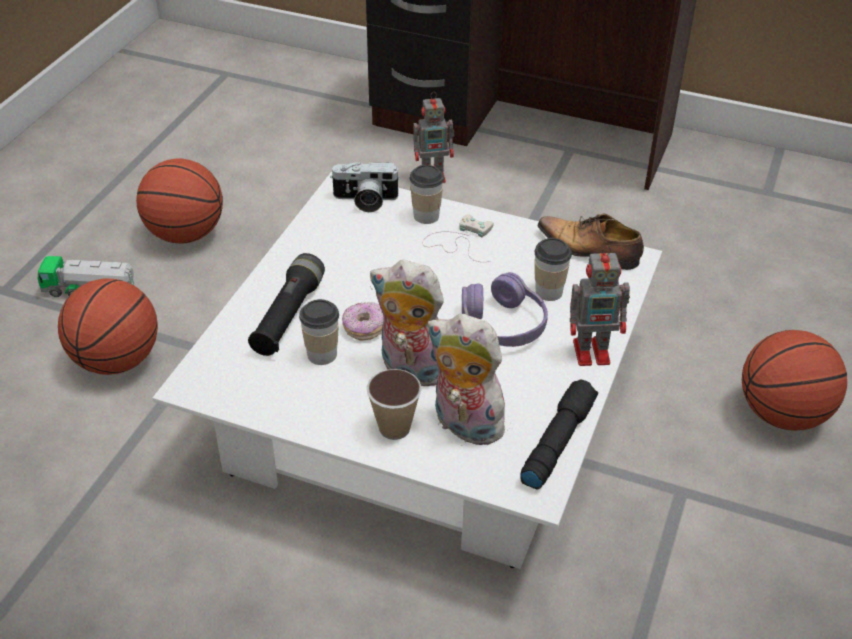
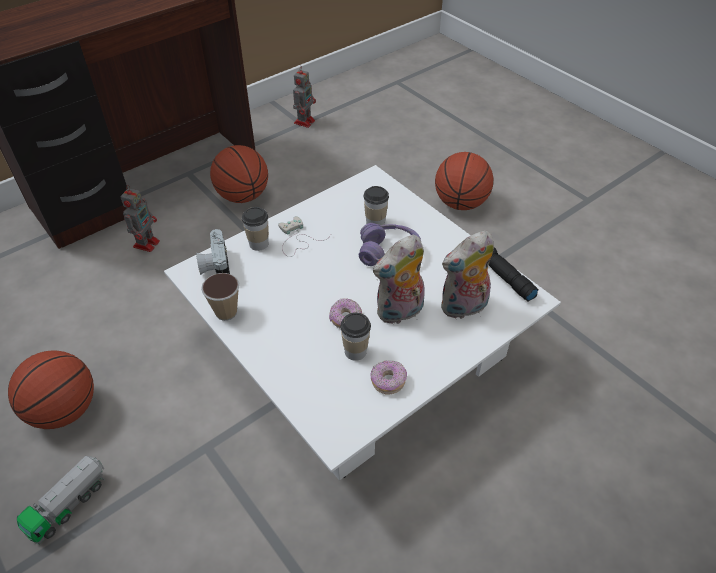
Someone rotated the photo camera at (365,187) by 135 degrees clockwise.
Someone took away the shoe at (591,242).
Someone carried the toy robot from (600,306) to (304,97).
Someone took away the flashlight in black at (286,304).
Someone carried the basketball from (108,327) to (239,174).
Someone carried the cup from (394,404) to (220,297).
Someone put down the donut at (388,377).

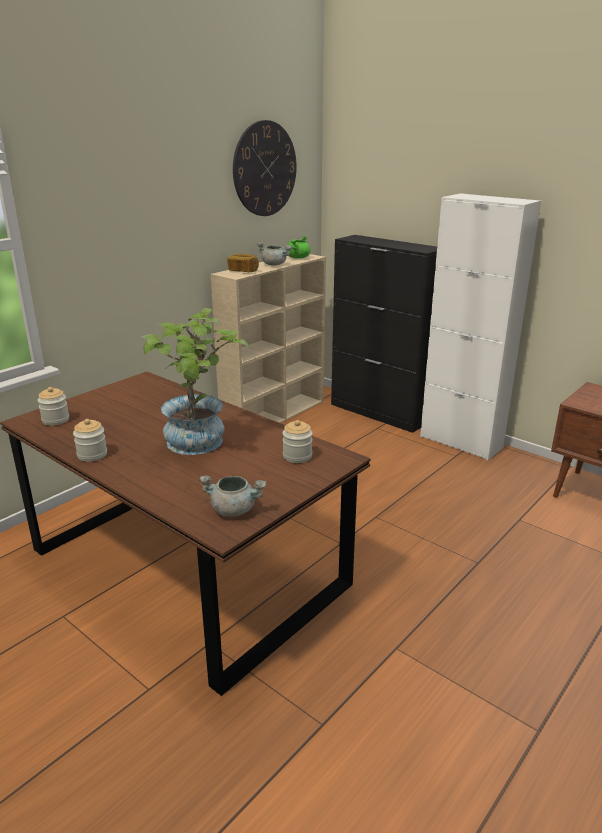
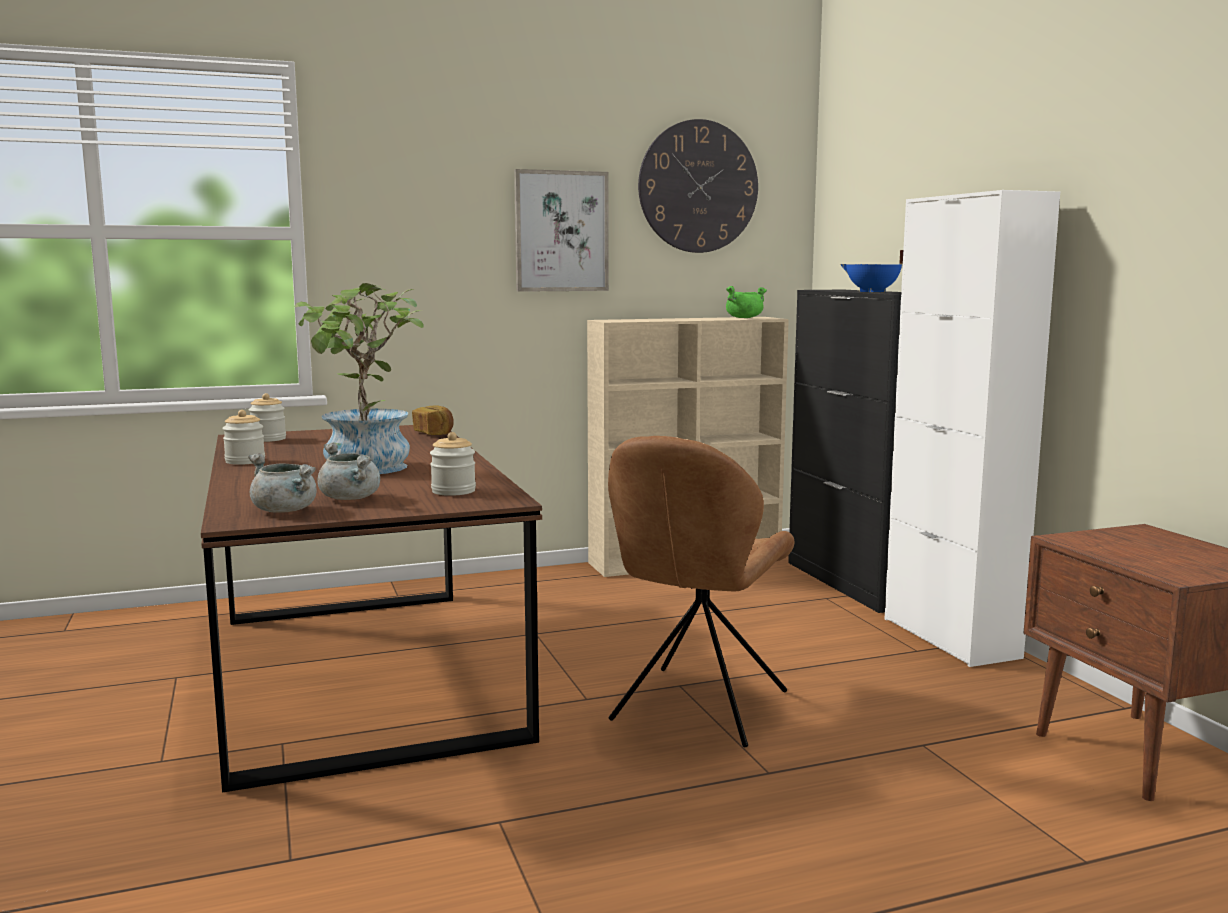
Someone carried the cooking pot in grey from (274,254) to (348,471).
Someone carried the bread from (243,263) to (433,420).
Someone put up the picture at (561,230).
Someone put down the cooking pot in blue at (871,271).
Someone put down the chair in brown at (701,591).

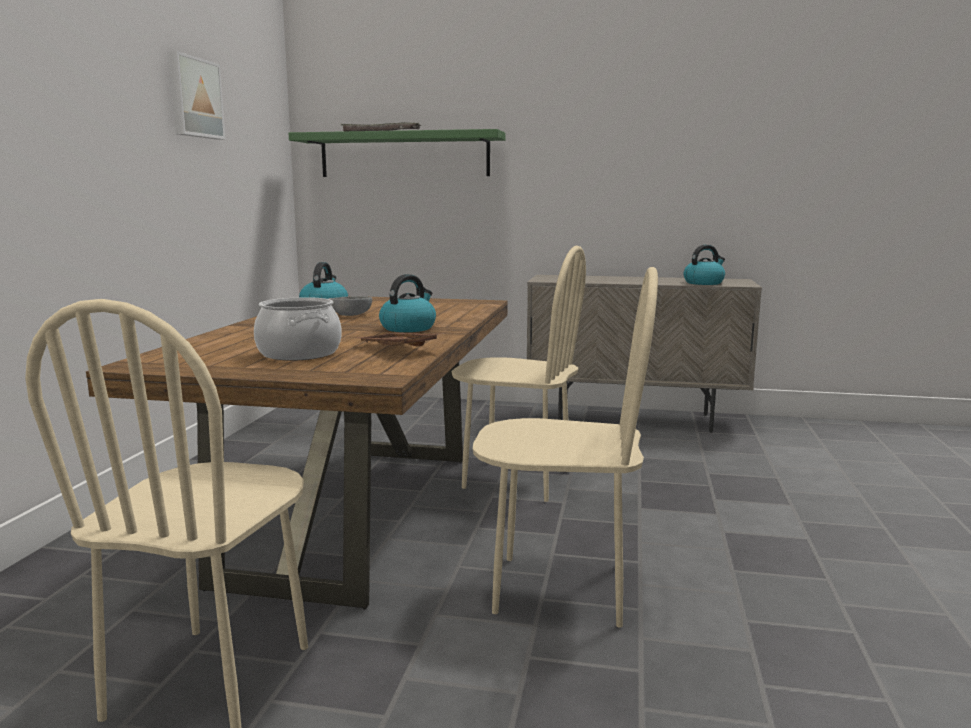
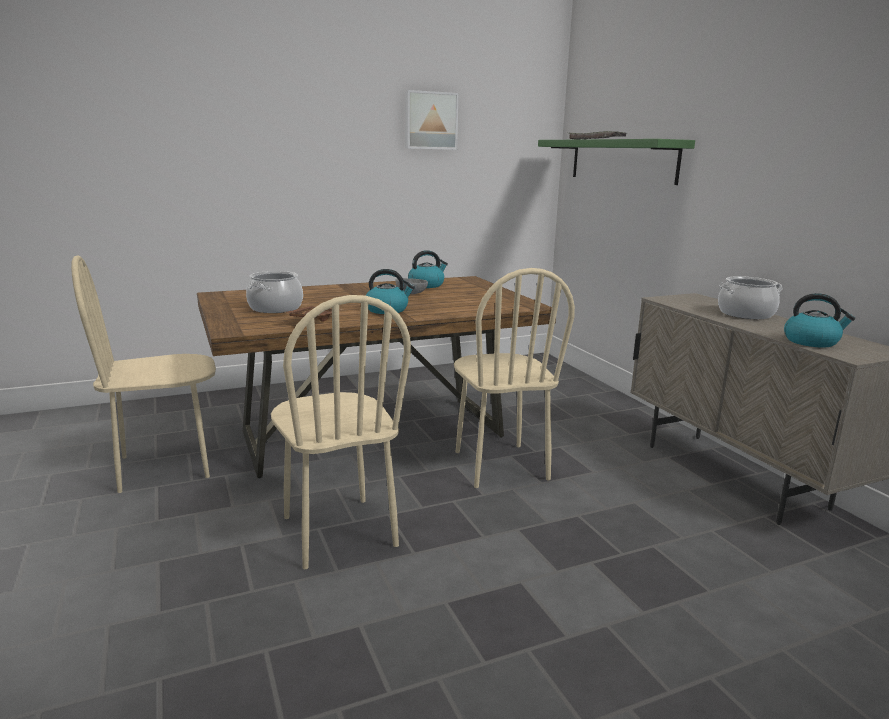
Someone put down the cooking pot at (750,297).

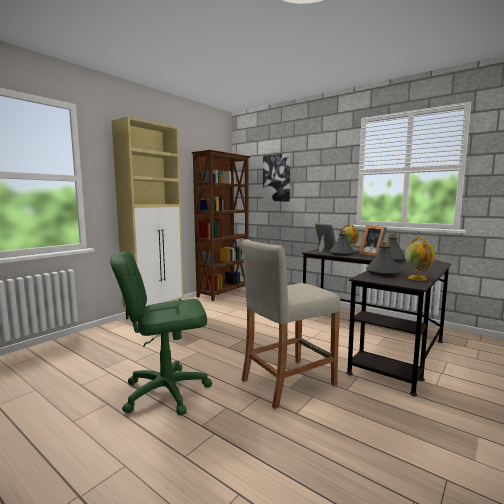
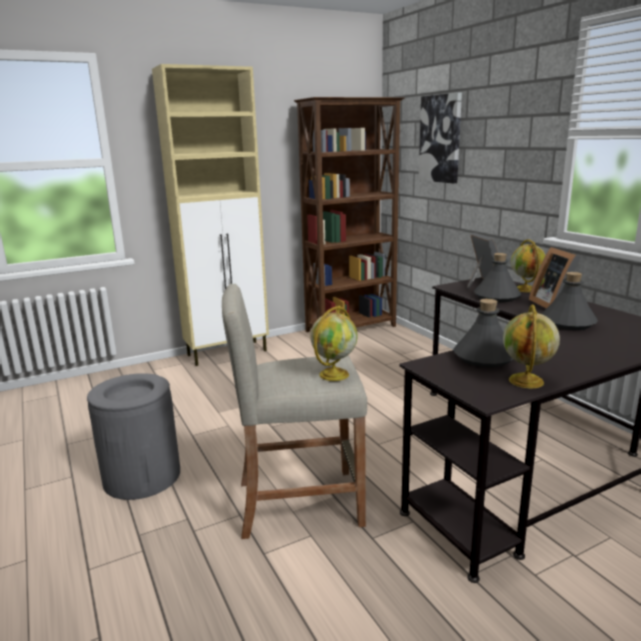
Someone swapped the office chair in green at (161,334) for the trash can in grey at (133,436).
Someone put down the globe at (334,343).

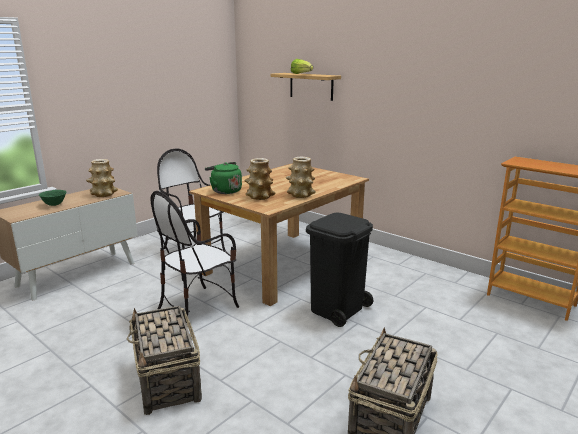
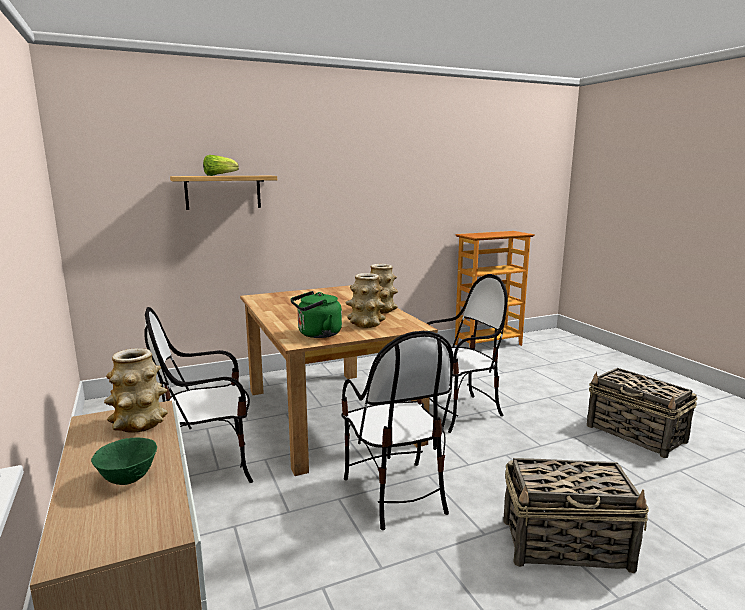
Someone swapped the trash can in black at (340,270) for the chair at (467,353).

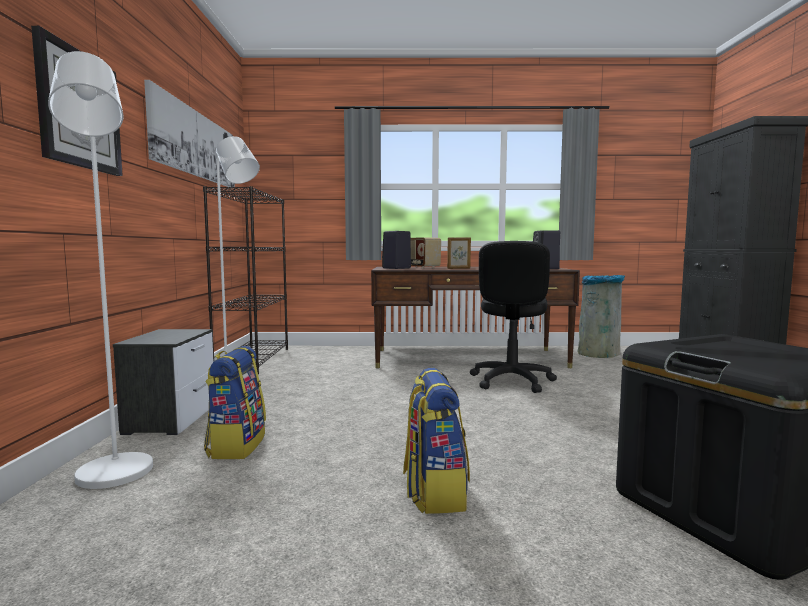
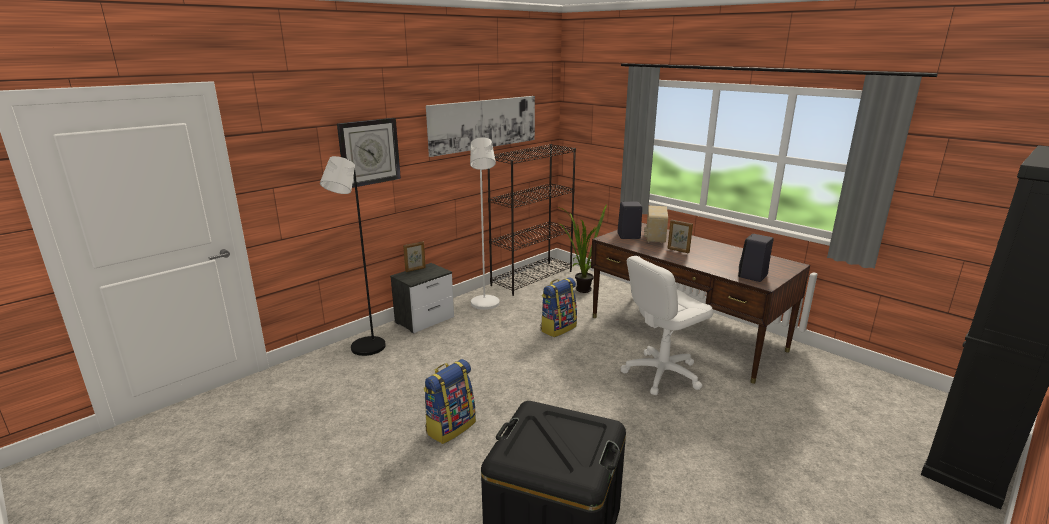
Someone repainted the floor lamp in white at (100,270), which became the floor lamp in black at (353,256).
Someone repainted the office chair in black at (513,317), which became the office chair in white at (667,325).
Someone took away the trash can in grey at (601,316).
Someone carried the backpack from (235,402) to (558,307).
Someone put down the potted plant at (582,248).
Someone put down the picture frame at (414,256).

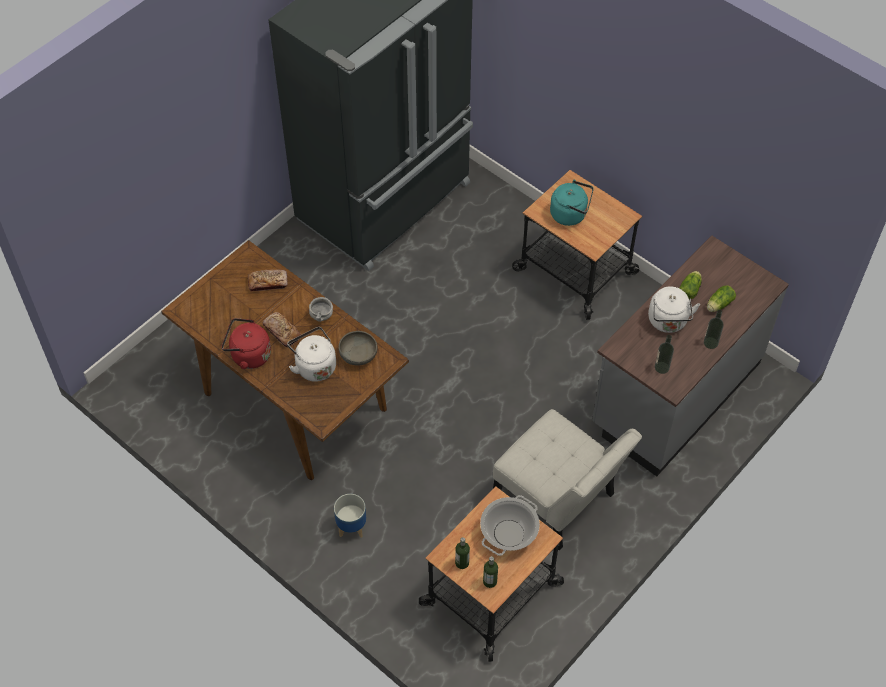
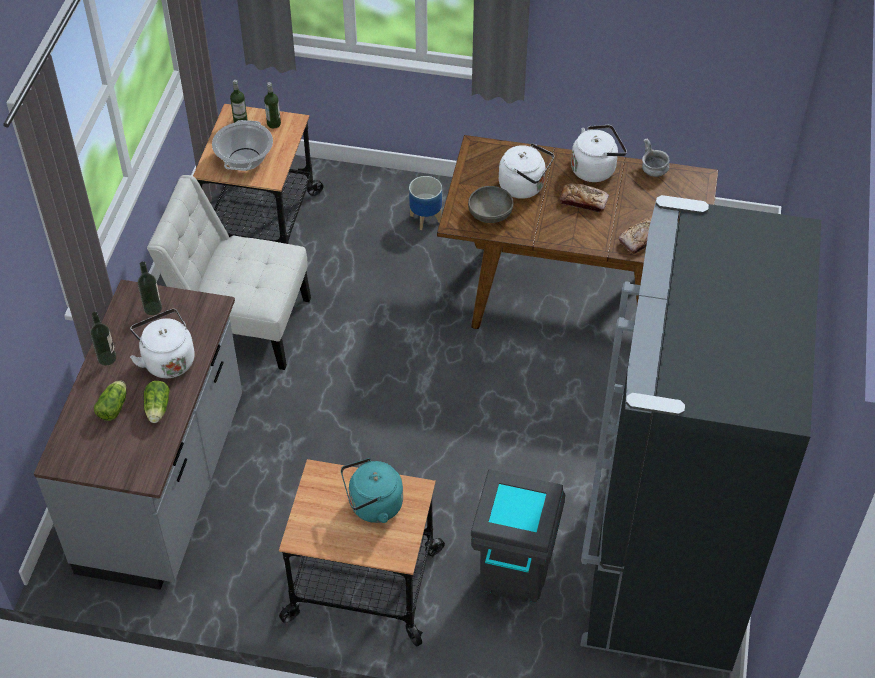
Someone carried the bowl in grey from (321,309) to (655,158).
Someone repainted the kettle in red at (246,343), which became the kettle in white at (599,153).
Someone put down the trash can in grey at (518,536).

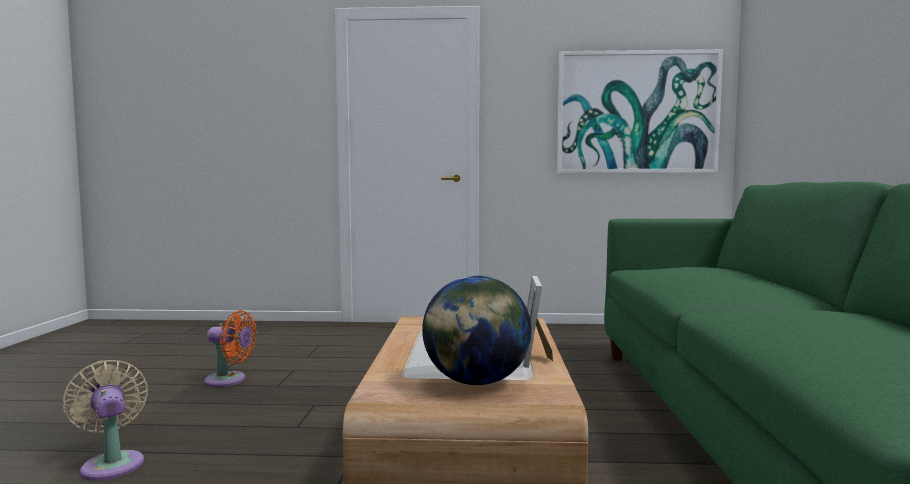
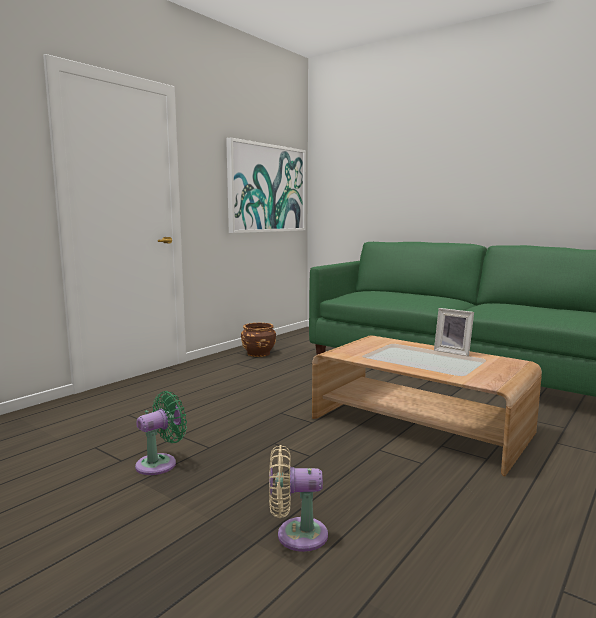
Someone took away the globe at (477,330).
Someone repainted the fan in orange at (230,348), which became the fan in green at (161,433).
Someone put down the planter in brown at (258,340).

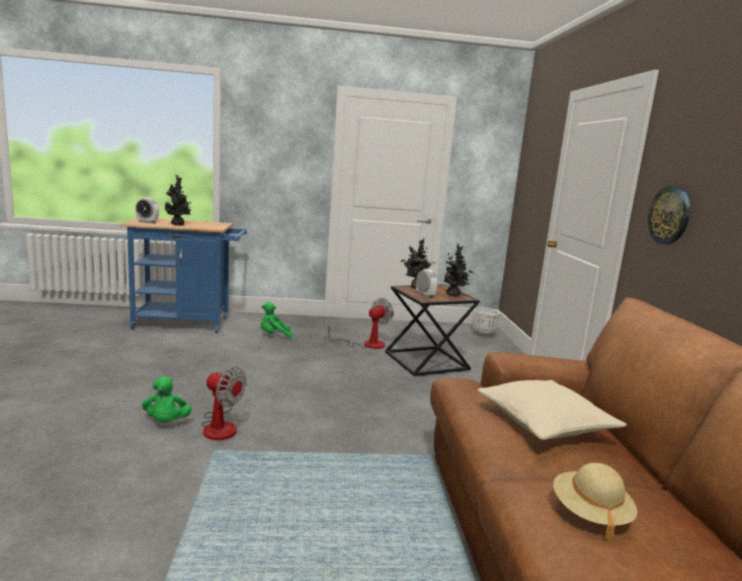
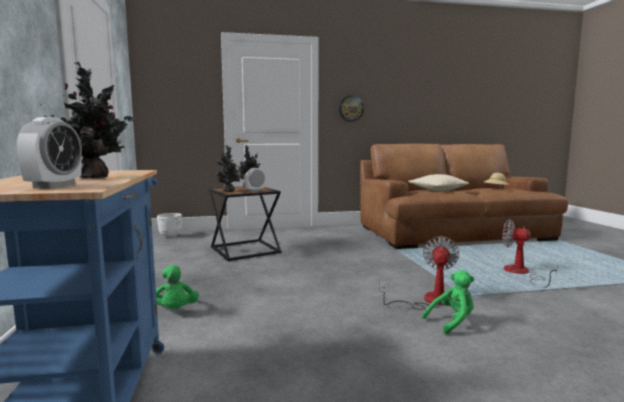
Someone carried the fan from (358,323) to (530,254).

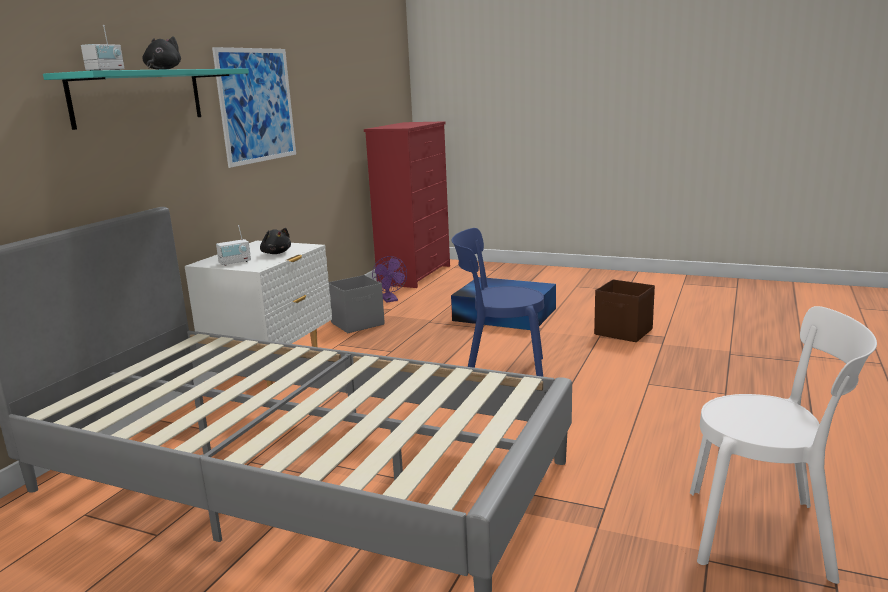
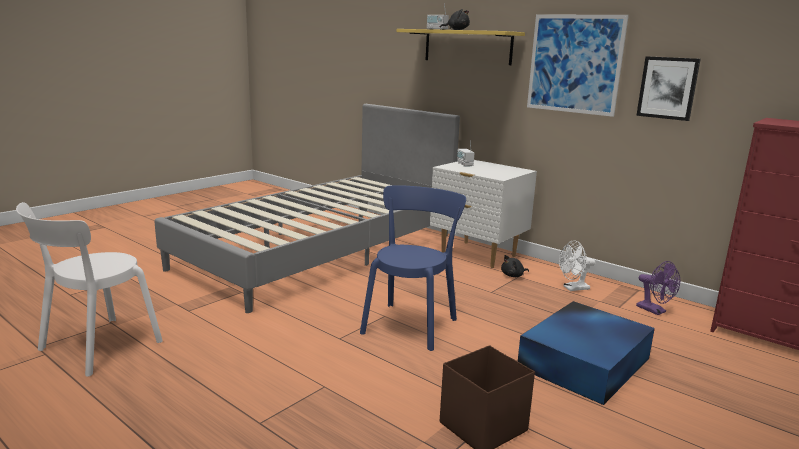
Someone repainted the shelf in turquoise at (146,99), which became the shelf in yellow at (461,47).
Someone carried the plush toy in black from (275,241) to (515,266).
Someone rotated the fan in purple at (389,279) by 120 degrees counterclockwise.
Someone swapped the storage box in grey at (357,304) for the fan in white at (577,265).
Someone put up the picture at (668,88).

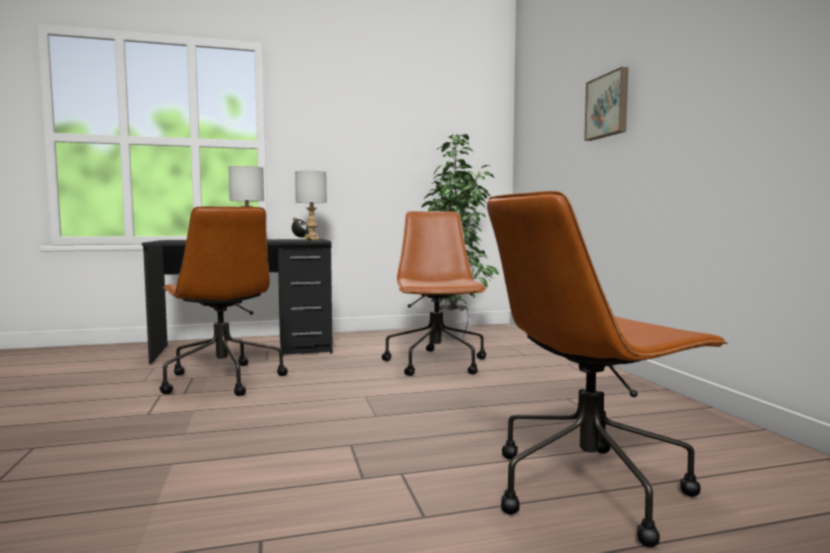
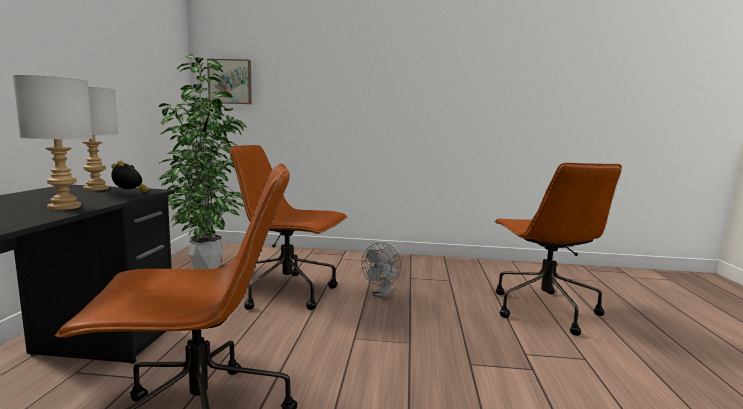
Someone carried the picture from (606,104) to (229,81).
Someone put down the fan in grey at (381,271).

